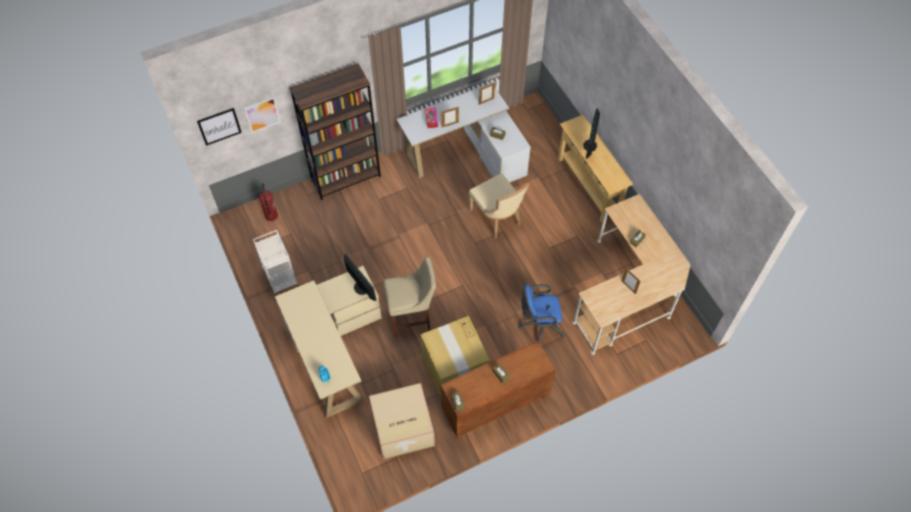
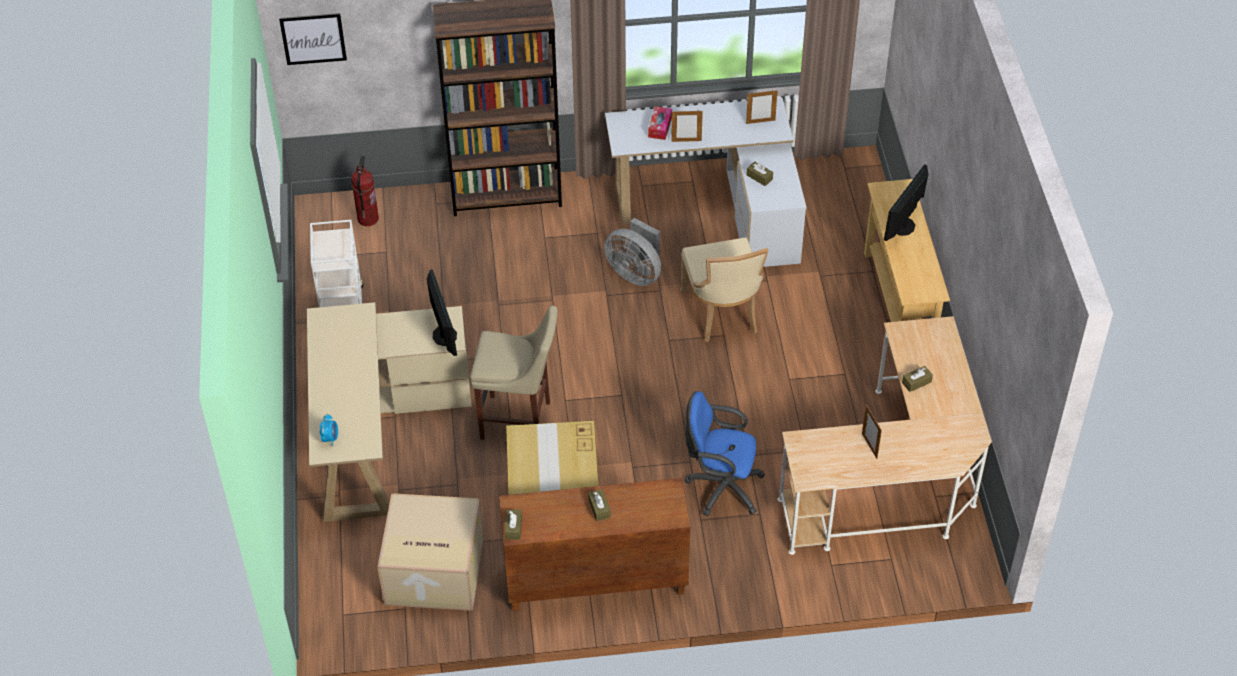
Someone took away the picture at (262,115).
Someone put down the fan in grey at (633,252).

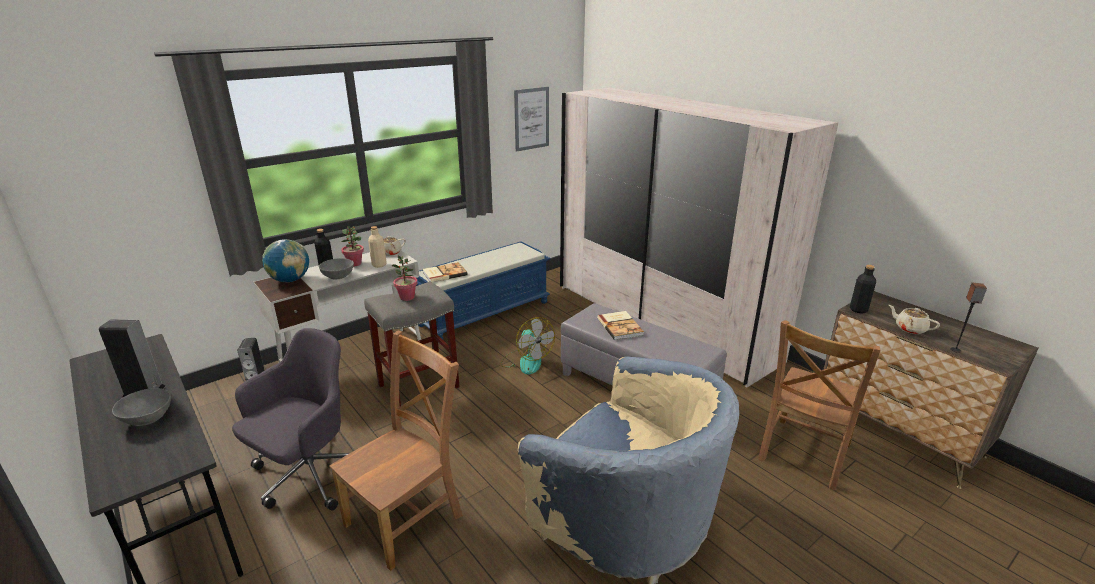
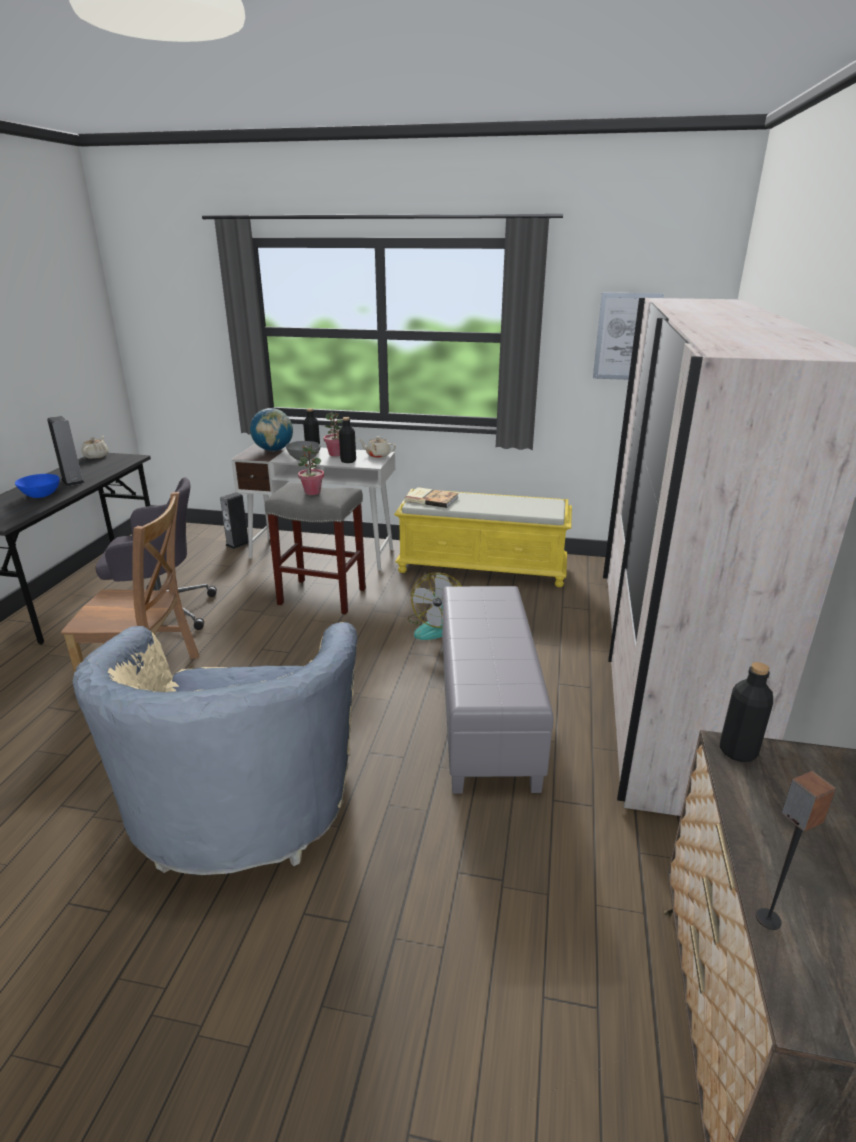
Someone repainted the bottle in beige at (377,247), which became the bottle in black at (347,440).
Someone repainted the bench in blue at (483,290), which became the bench in yellow at (483,538).
Someone carried the teapot in beige from (914,319) to (95,447).
Someone took away the book at (620,325).
Someone took away the chair in brown at (819,405).
Someone repainted the bowl in grey at (141,407), which became the bowl in blue at (37,486).

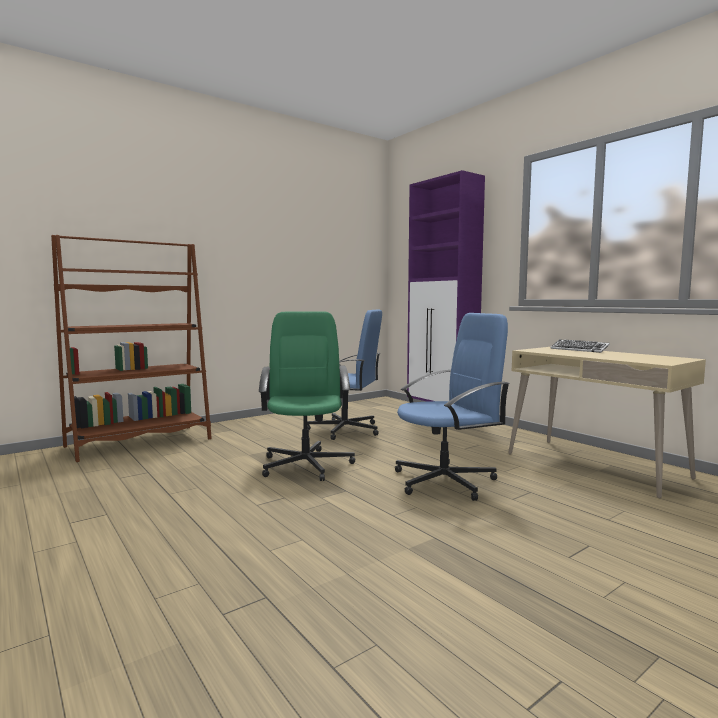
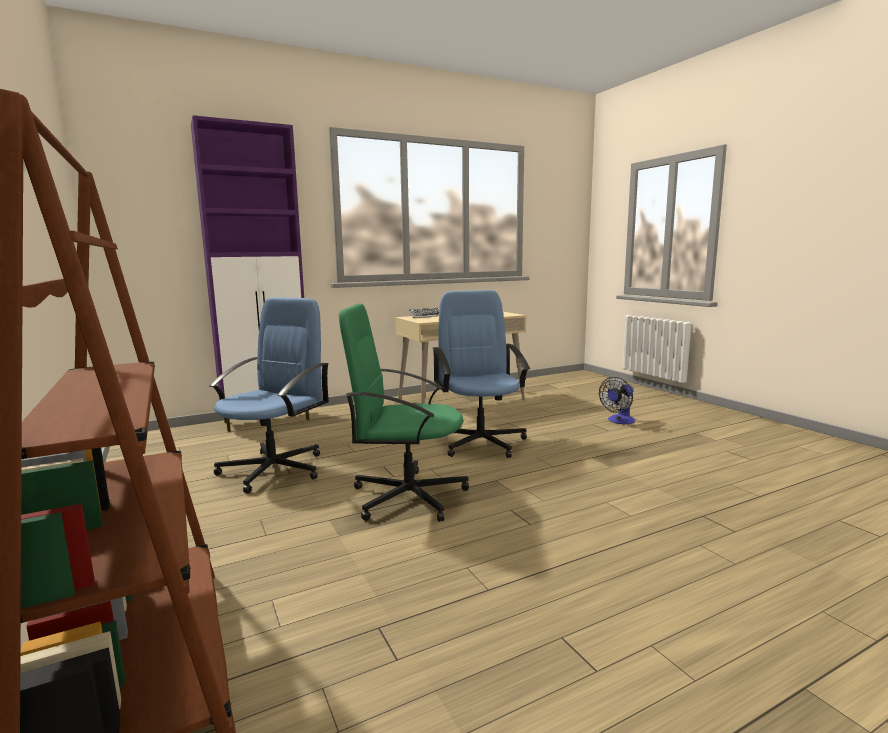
Someone put down the fan at (617,400).

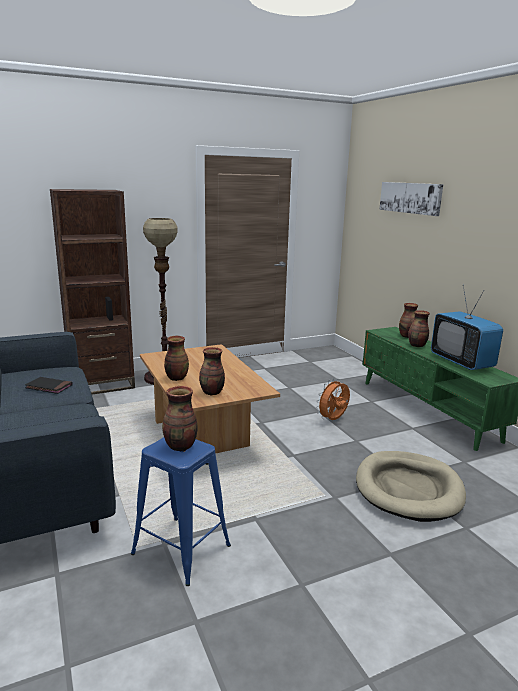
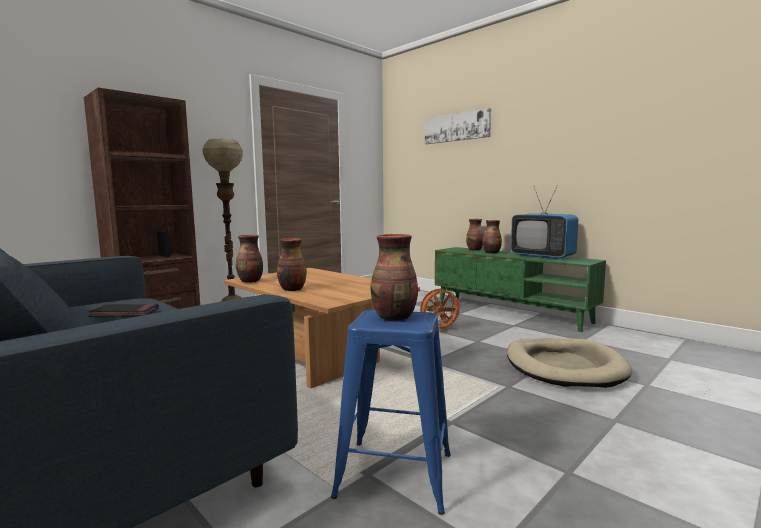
Someone carried the vase from (212,371) to (249,259).
Someone rotated the fan in orange at (333,399) by 135 degrees counterclockwise.

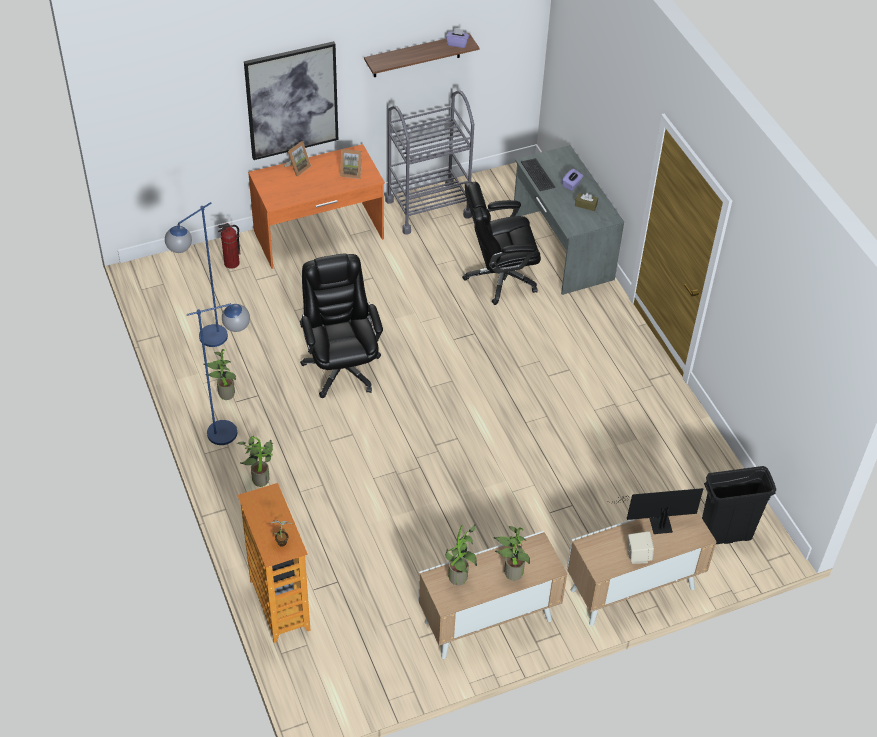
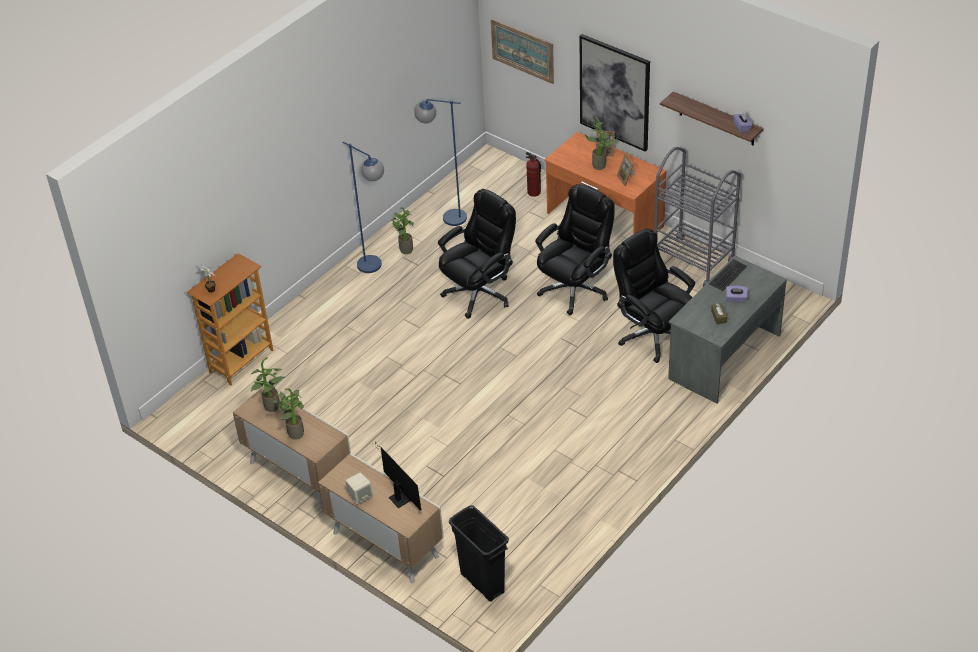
Someone carried the potted plant from (254,461) to (601,143).
Someone put up the picture at (522,51).
Someone put down the office chair in black at (575,249).

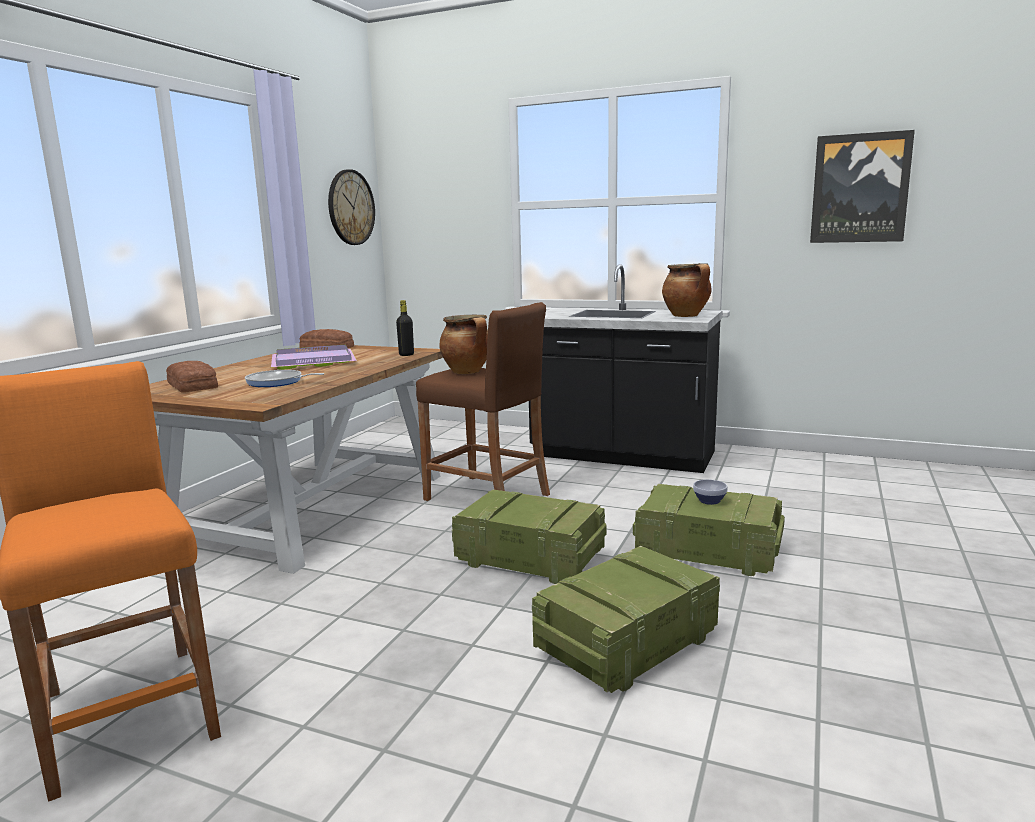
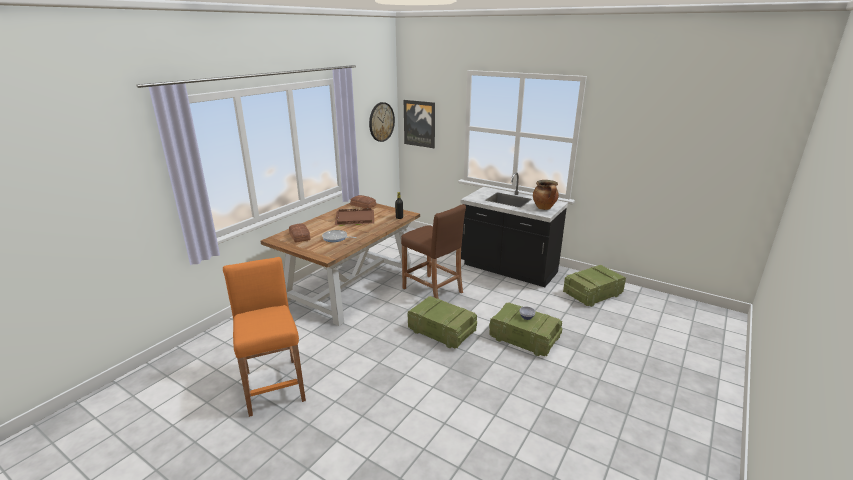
Someone carried the picture from (862,186) to (419,124).
Someone took away the cooking pot at (463,344).
Someone repainted the tray in purple at (314,357), which became the tray in brown at (354,217).
Someone carried the crate from (626,619) to (594,286).

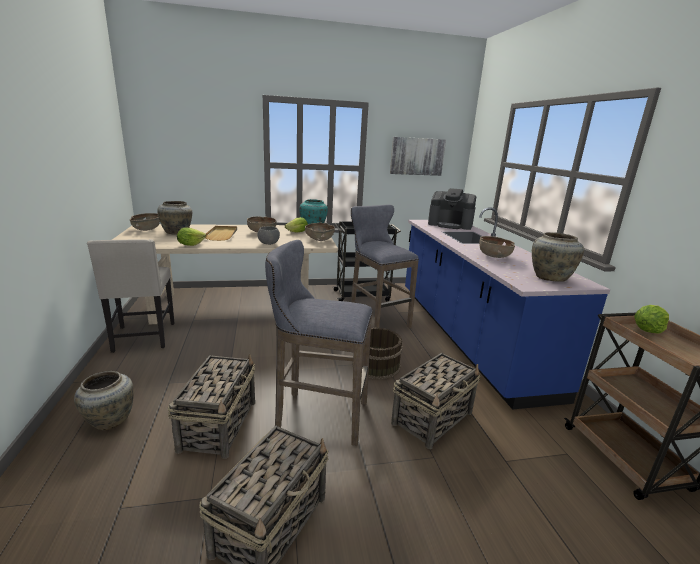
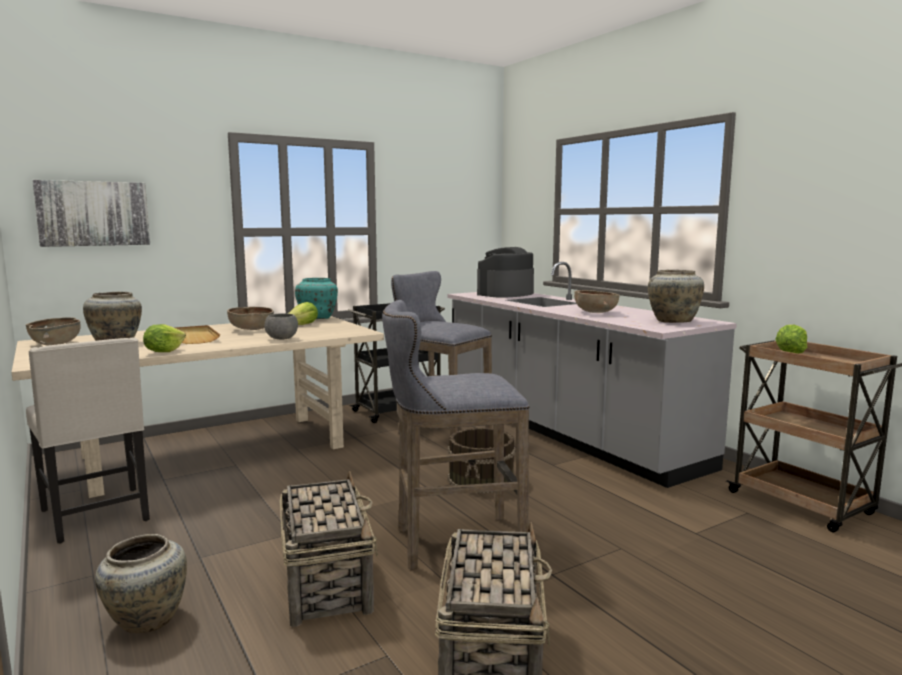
Someone carried the picture from (418,156) to (91,213).
Someone rotated the coffee machine at (452,209) by 135 degrees clockwise.
Someone repainted the counter in blue at (508,308), which became the counter in grey at (592,375).
Someone took away the bowl in brown at (320,232).
Someone took away the basket at (435,401).

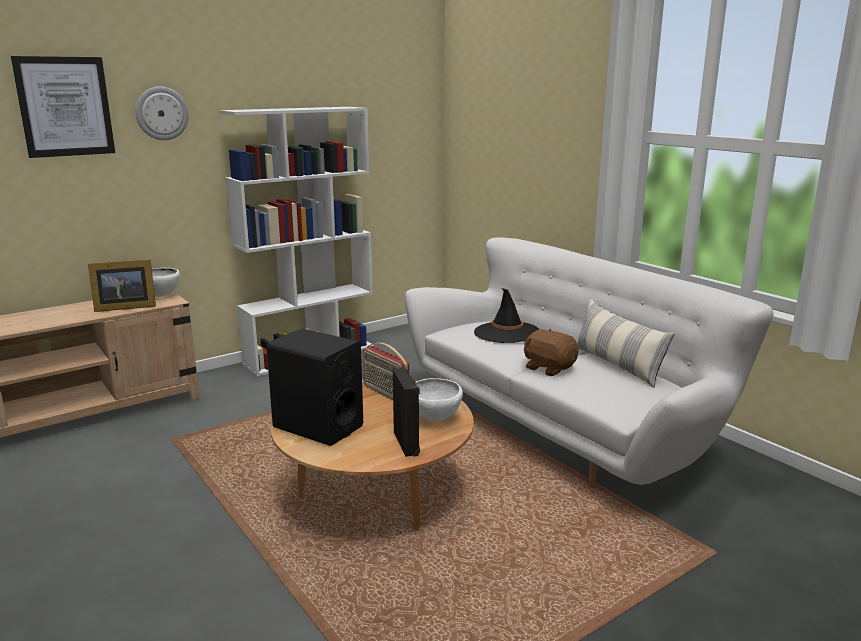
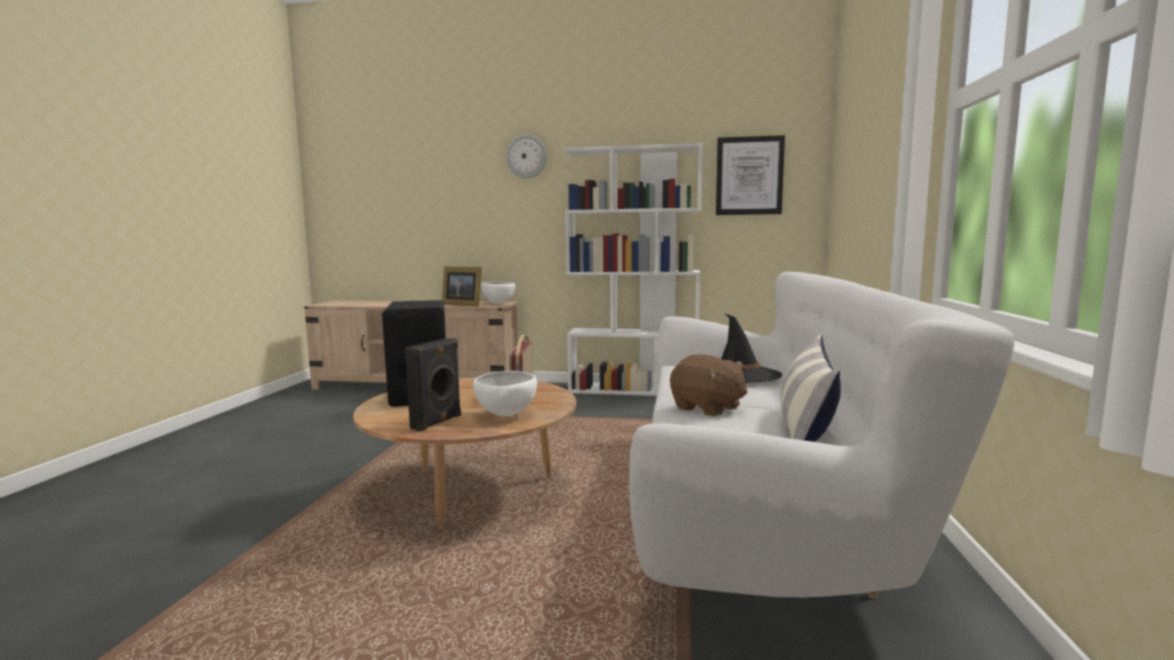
Someone carried the picture from (63,107) to (750,175).
Someone rotated the plush toy in brown at (551,352) by 135 degrees clockwise.

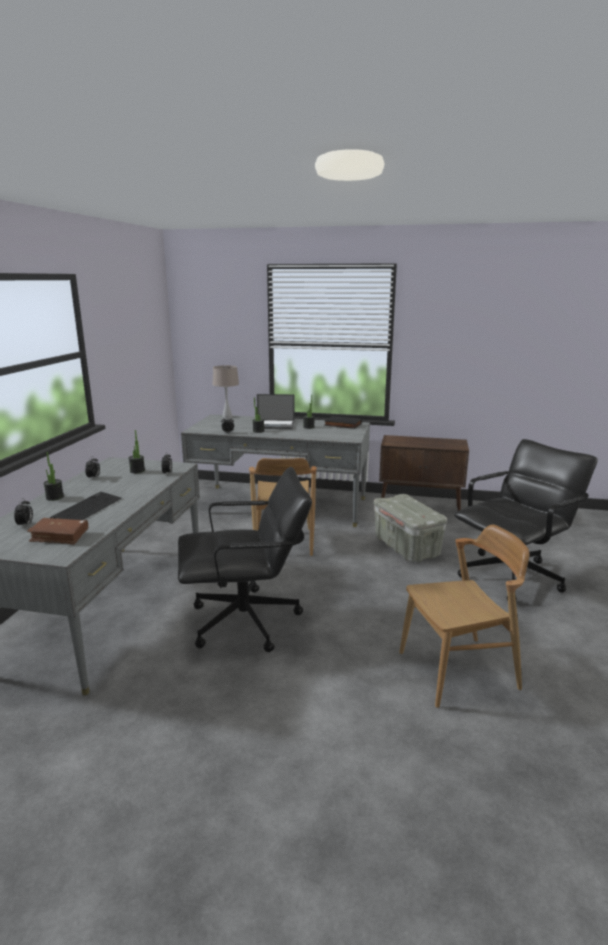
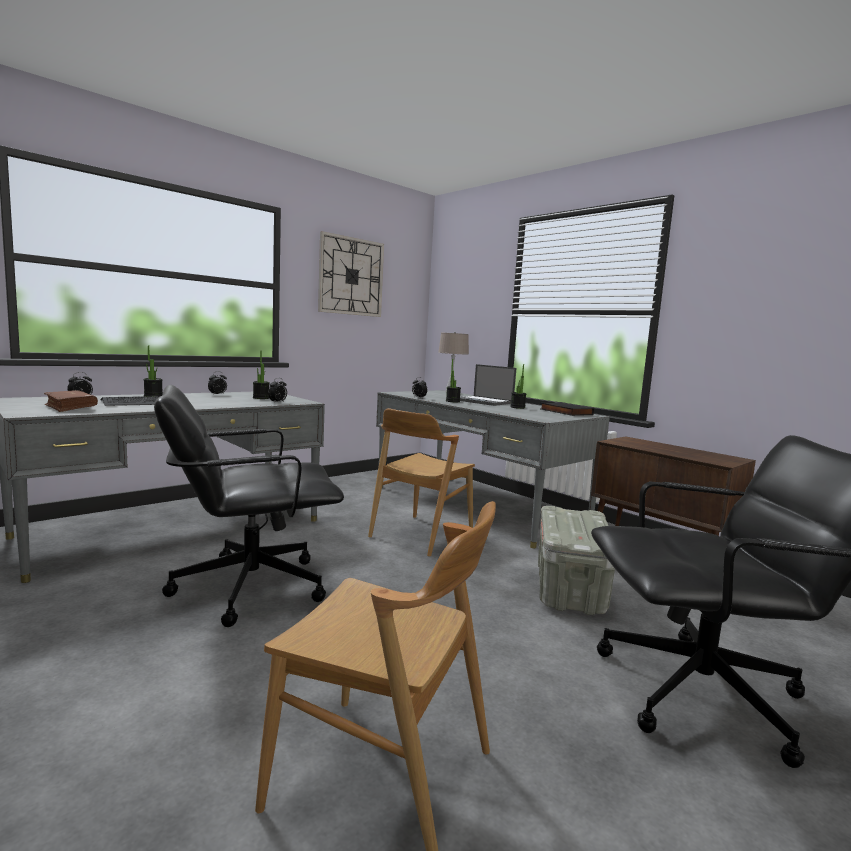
Someone rotated the office chair in black at (245,559) by 135 degrees clockwise.
Someone put up the wall clock at (351,274).

